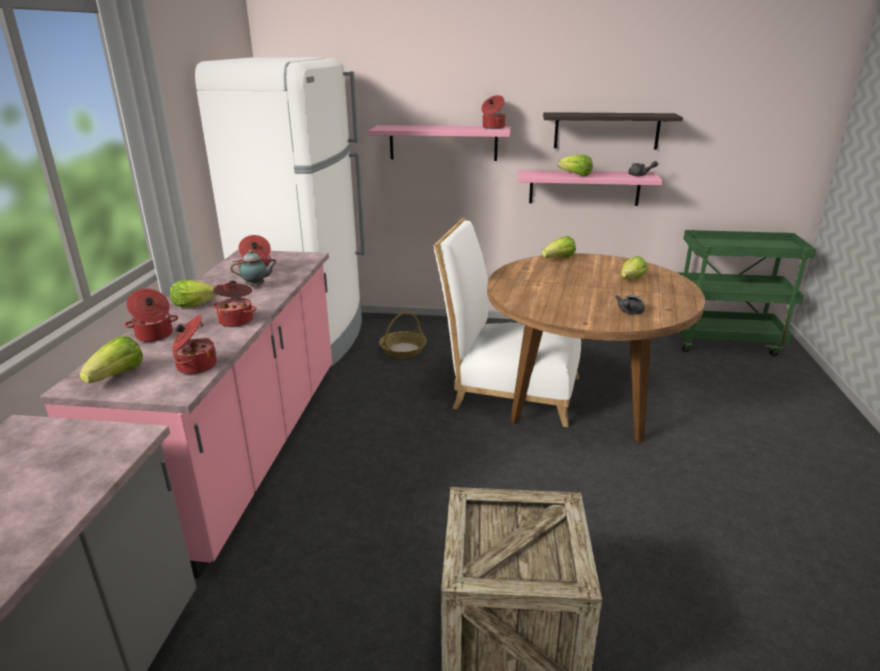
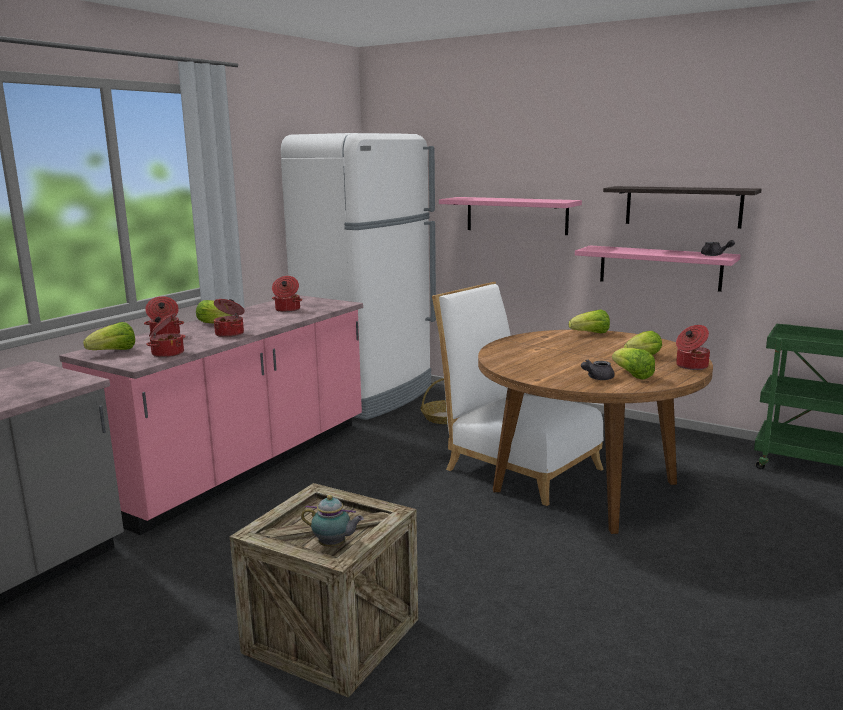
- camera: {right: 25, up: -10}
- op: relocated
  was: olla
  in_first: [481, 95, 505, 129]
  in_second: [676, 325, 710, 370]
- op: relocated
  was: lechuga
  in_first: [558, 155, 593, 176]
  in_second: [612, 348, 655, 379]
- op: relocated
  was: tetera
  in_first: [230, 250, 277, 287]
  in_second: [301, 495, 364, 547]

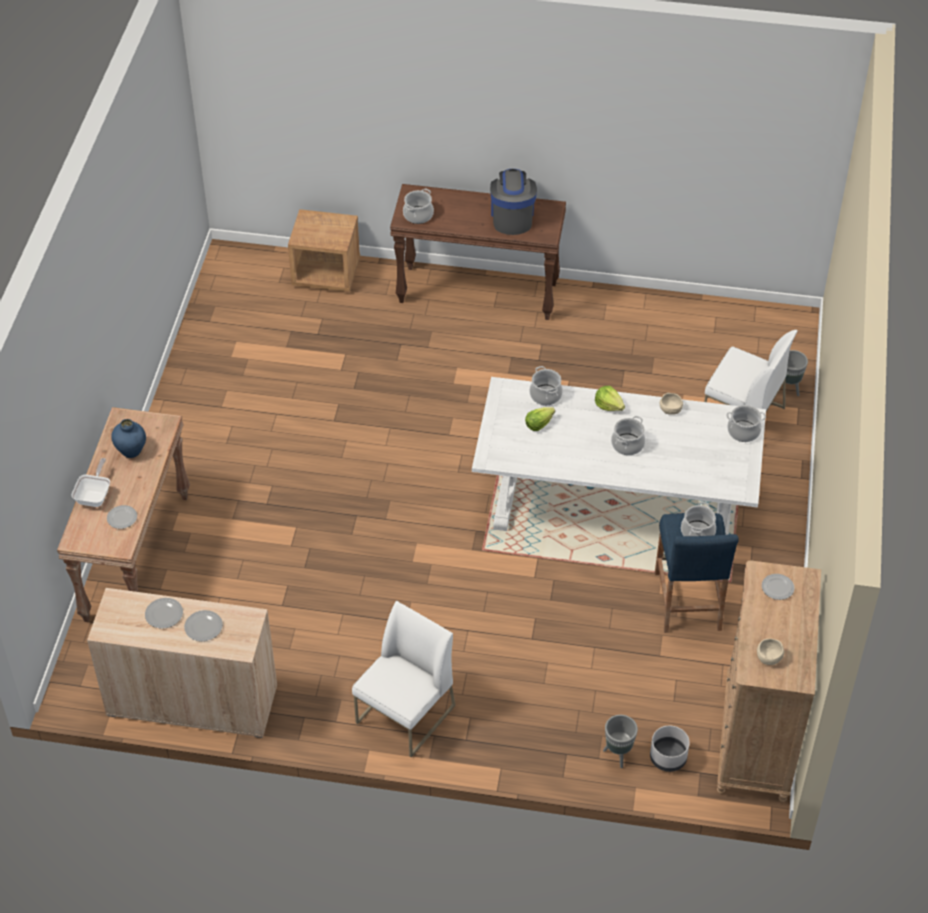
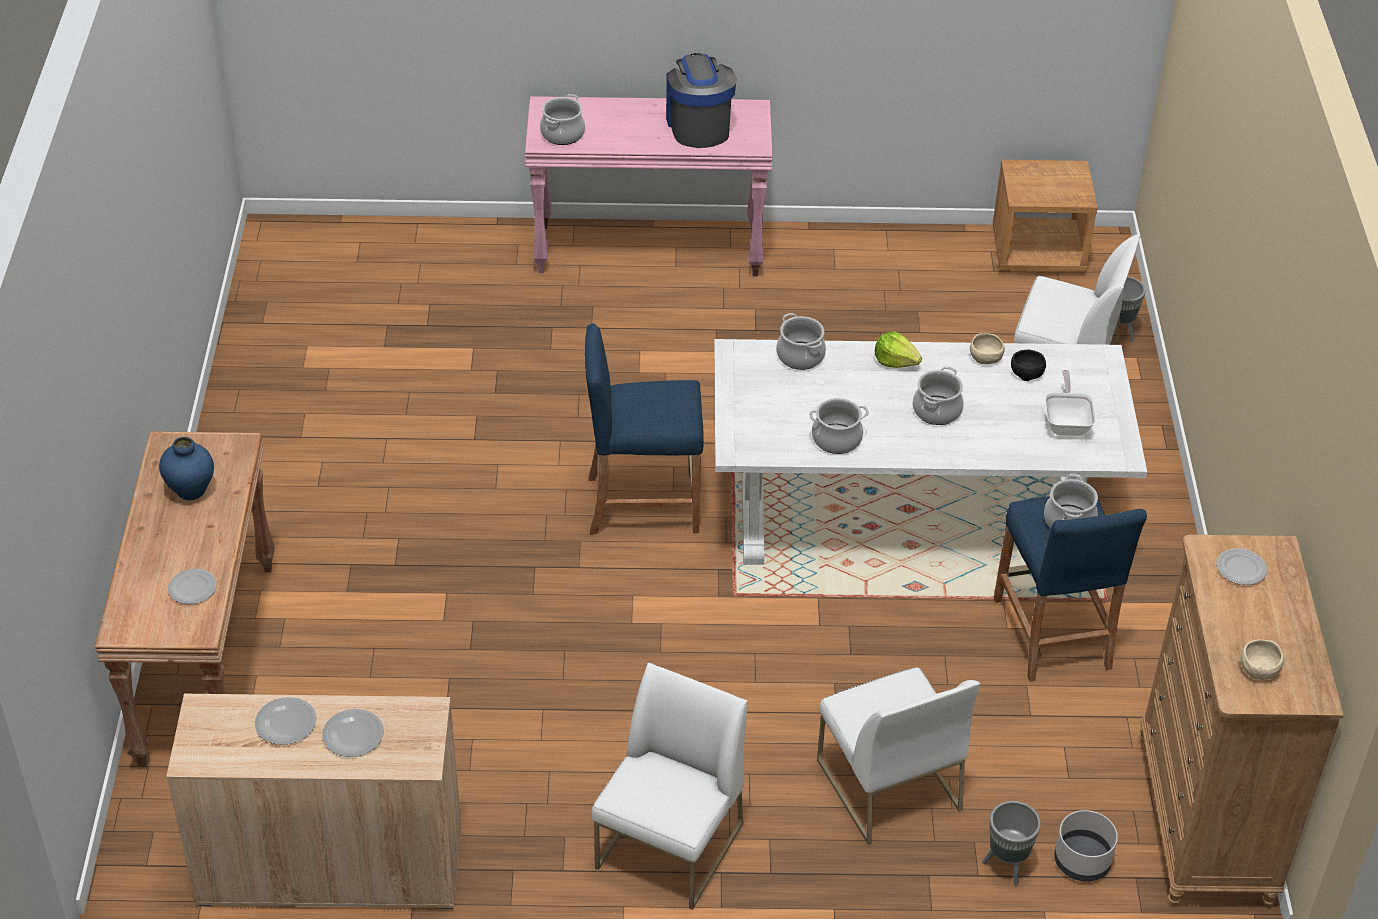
- camera: {right: -10, up: -5}
- op: colour
  was: mesa consola [marrón]
  now: mesa consola [rosa]
  in_first: [390, 184, 566, 320]
  in_second: [525, 96, 773, 276]
- op: relocated
  was: mesita de noche [marrón]
  in_first: [288, 209, 360, 292]
  in_second: [993, 160, 1098, 273]
- op: relocated
  was: olla
  in_first: [727, 405, 766, 442]
  in_second: [809, 398, 869, 454]
- op: missing
  was: lechuga
  in_first: [525, 407, 555, 431]
- op: relocated
  was: sartén
  in_first: [71, 458, 110, 507]
  in_second: [1045, 370, 1096, 436]
- op: appeared
  now: taburete [azul]
  in_second: [585, 323, 704, 534]
- op: appeared
  now: cuenco [negro]
  in_second: [1011, 350, 1046, 381]
- op: appeared
  now: silla [blanco]
  in_second: [817, 667, 980, 845]

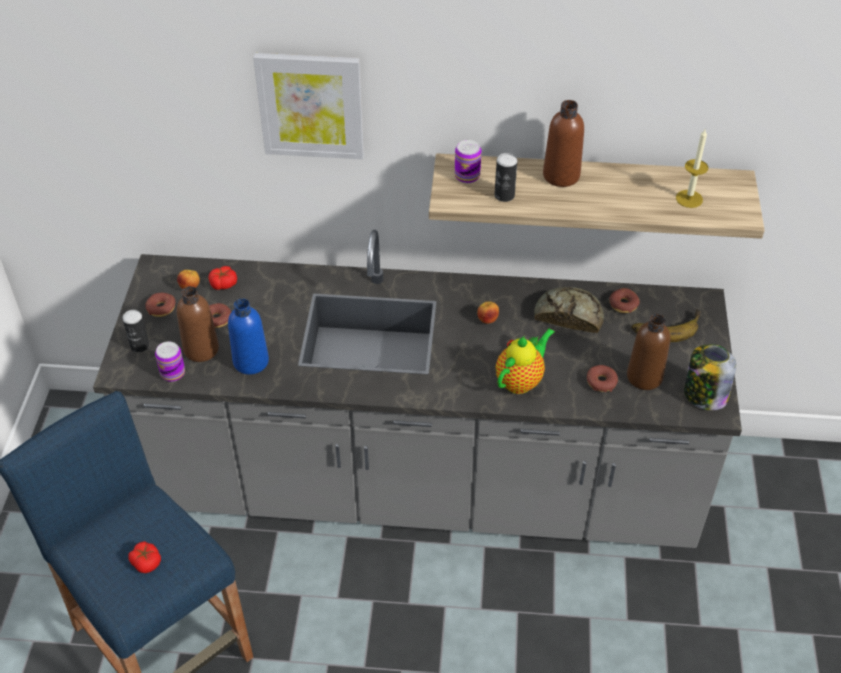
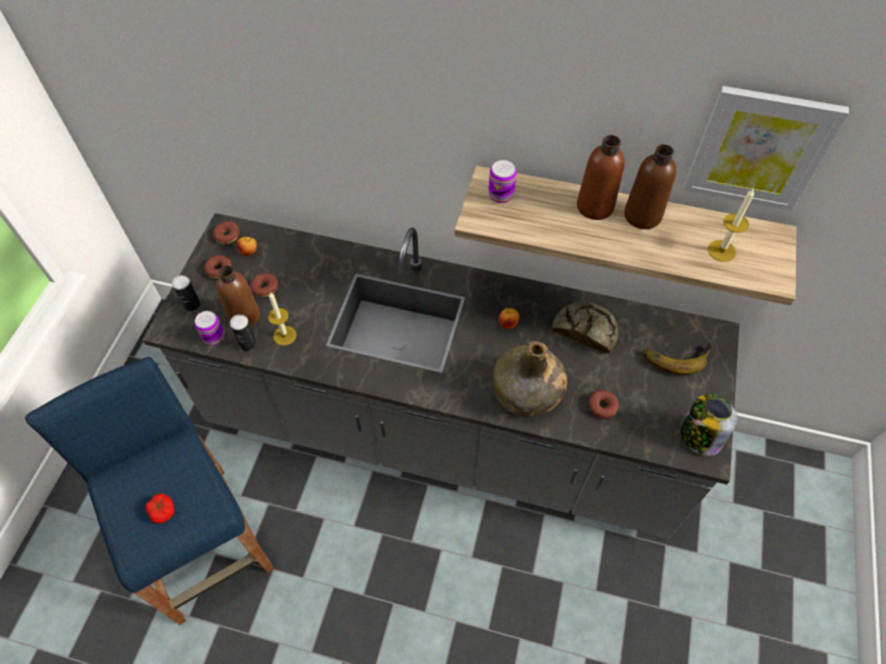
- camera: {right: 10, up: 10}
- op: relocated
  was: cuadro
  in_first: [253, 53, 364, 159]
  in_second: [683, 86, 849, 211]
- op: relocated
  was: lata
  in_first: [495, 153, 517, 202]
  in_second: [230, 314, 257, 351]
- op: missing
  was: tomate
  in_first: [209, 266, 237, 290]
- op: relocated
  was: rosquilla
  in_first: [609, 288, 640, 313]
  in_second: [213, 221, 239, 244]
- op: exchanged
  was: botella [azul]
  now: vela
  in_first: [228, 299, 269, 375]
  in_second: [268, 292, 297, 346]
- op: relocated
  was: botella [marrón]
  in_first: [627, 314, 670, 390]
  in_second: [624, 144, 676, 229]
- op: exchanged
  was: tetera
  now: botella [verde]
  in_first: [496, 328, 555, 394]
  in_second: [492, 341, 567, 417]

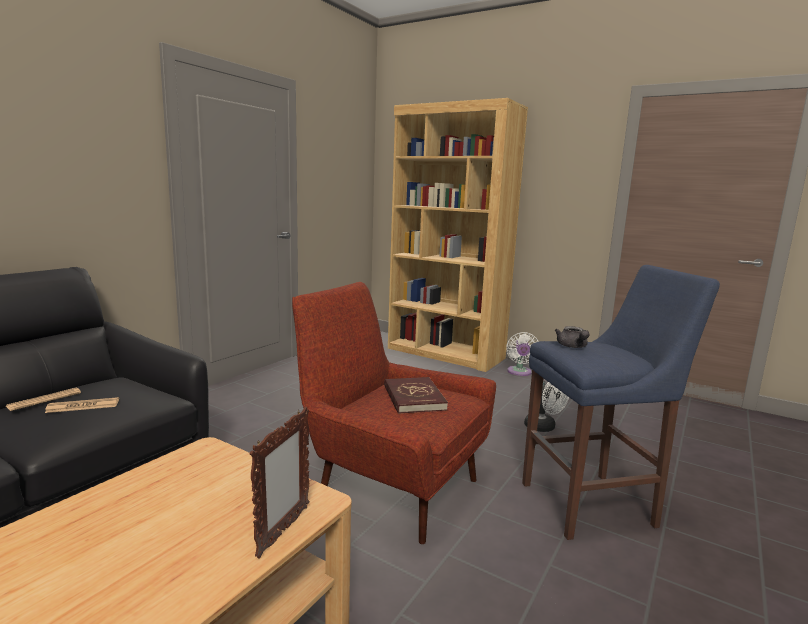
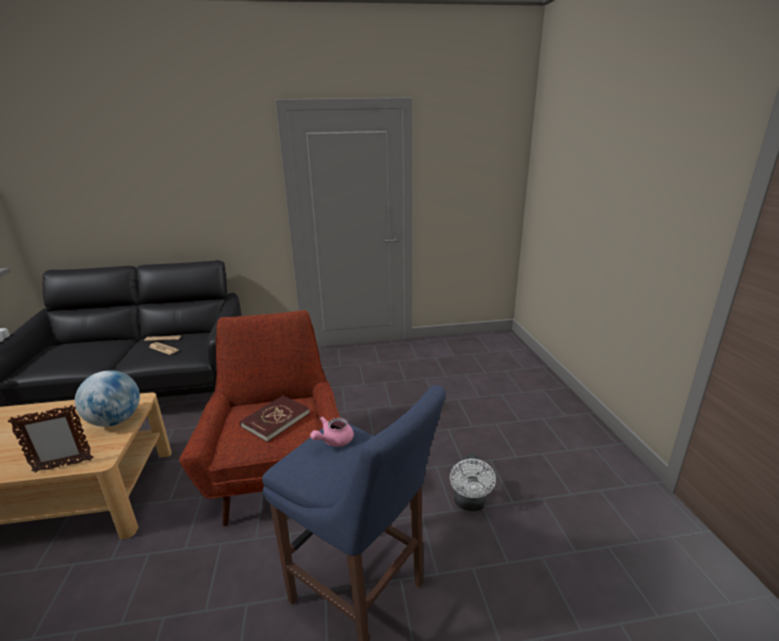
- camera: {right: 50, up: 10}
- op: missing
  was: estantería [marrón]
  in_first: [388, 98, 528, 372]
- op: colour
  was: tetera [gris]
  now: tetera [rosa]
  in_first: [555, 326, 589, 348]
  in_second: [310, 417, 354, 447]
- op: missing
  was: ventilador [blanco]
  in_first: [506, 332, 539, 376]
- op: appeared
  now: globo terráqueo
  in_second: [75, 371, 140, 427]

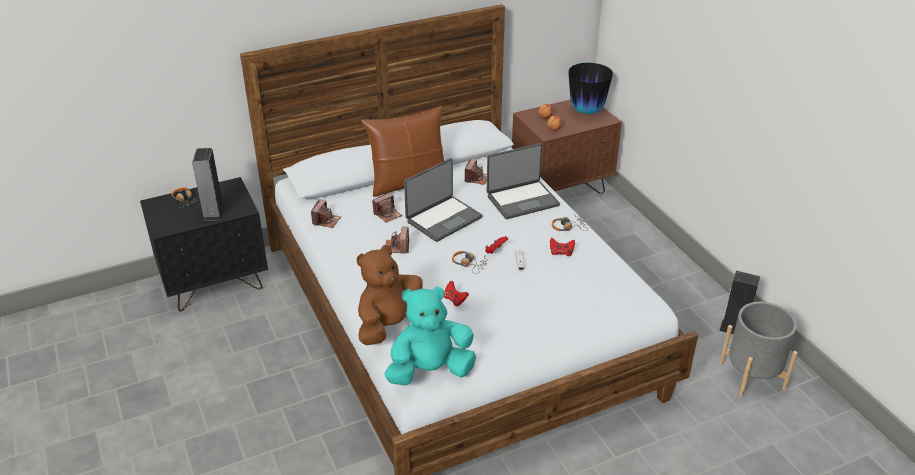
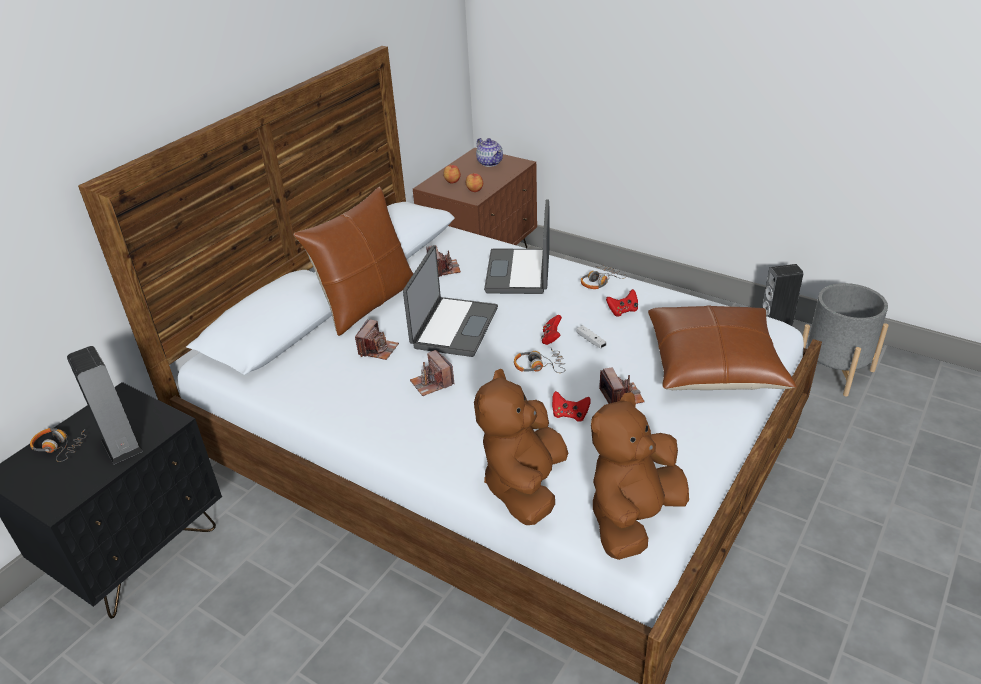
- camera: {right: -30, up: 0}
- op: exchanged
  was: florero
  now: tetera
  in_first: [568, 63, 613, 114]
  in_second: [476, 138, 503, 167]
- op: spun
  was: portátil
  in_first: [487, 143, 560, 219]
  in_second: [484, 199, 550, 294]
  clockwise: 150
- op: relocated
  was: cámara
  in_first: [311, 200, 341, 228]
  in_second: [599, 367, 645, 404]
- op: colour
  was: peluche [turquesa]
  now: peluche [marrón]
  in_first: [384, 286, 476, 385]
  in_second: [591, 392, 689, 560]
- op: appeared
  now: cojín [marrón]
  in_second: [648, 305, 796, 390]

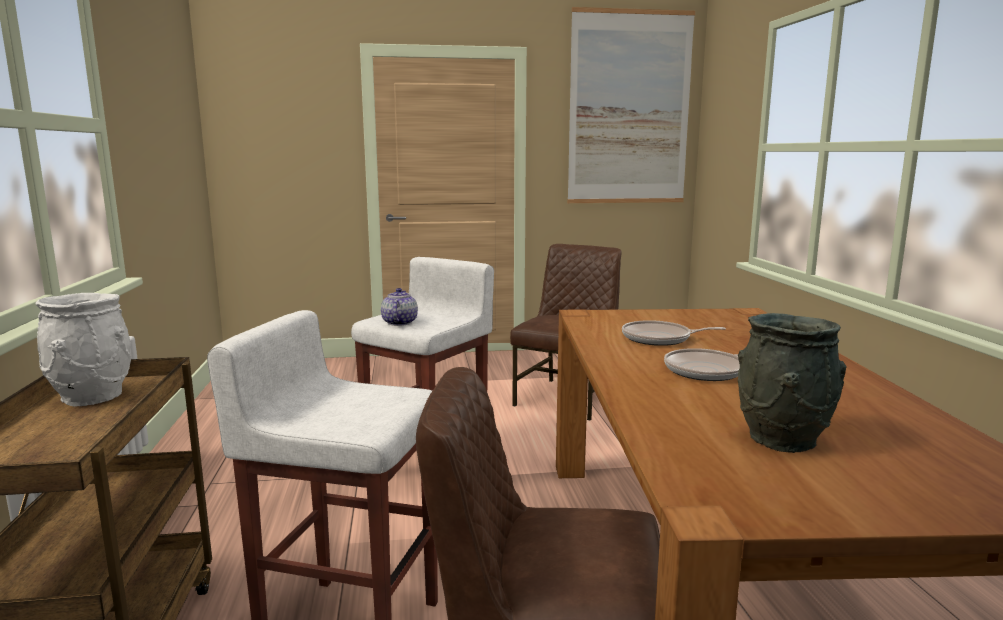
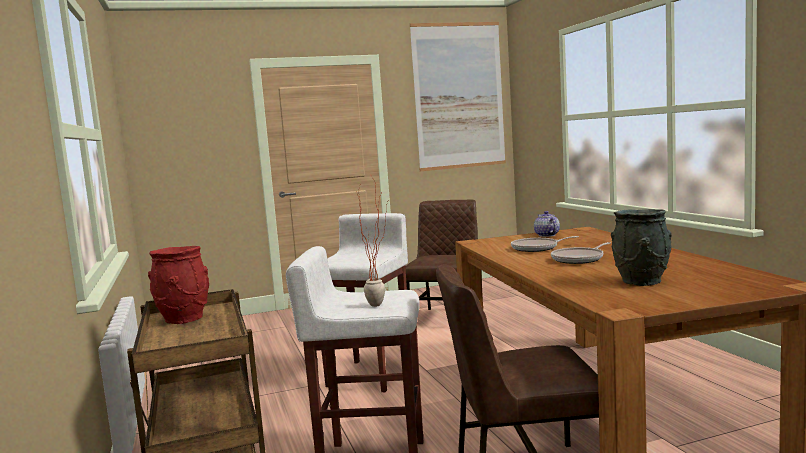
- camera: {right: -10, up: -5}
- op: relocated
  was: tetera
  in_first: [381, 288, 418, 326]
  in_second: [534, 211, 560, 237]
- op: colour
  was: florero [blanco]
  now: florero [rojo]
  in_first: [35, 293, 132, 406]
  in_second: [148, 246, 209, 324]
- op: appeared
  now: planta en maceta
  in_second: [356, 173, 389, 307]

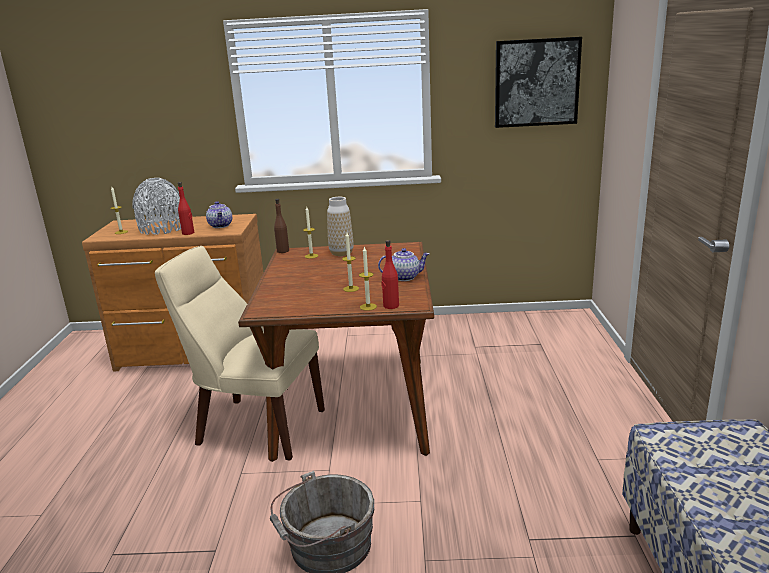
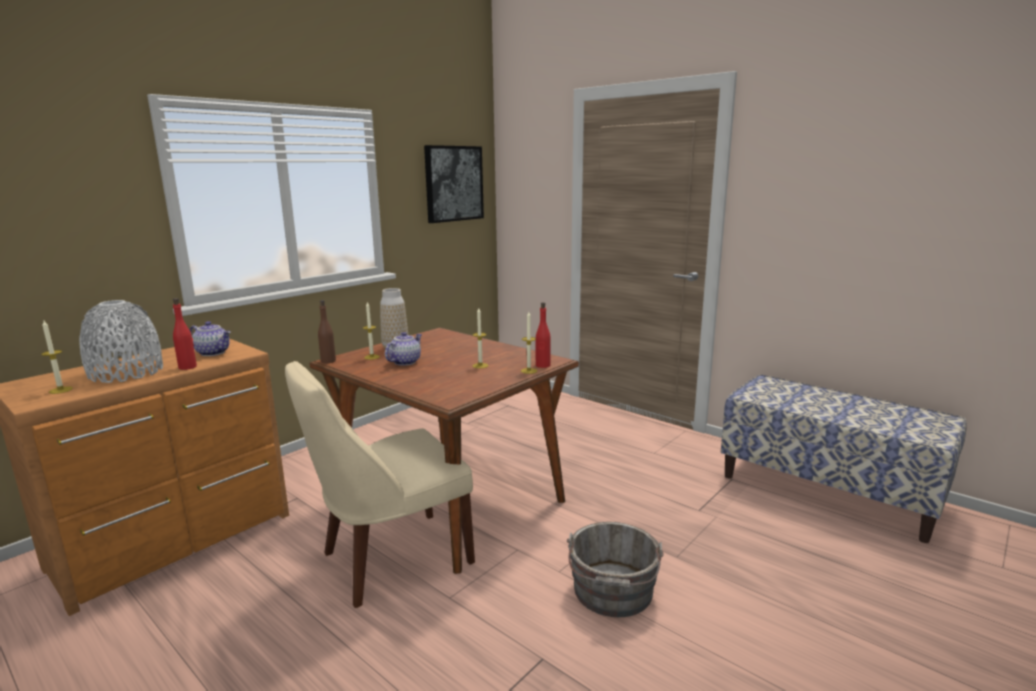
- camera: {right: -50, up: -5}
- op: relocated
  was: tetera
  in_first: [378, 248, 429, 281]
  in_second: [385, 332, 422, 366]

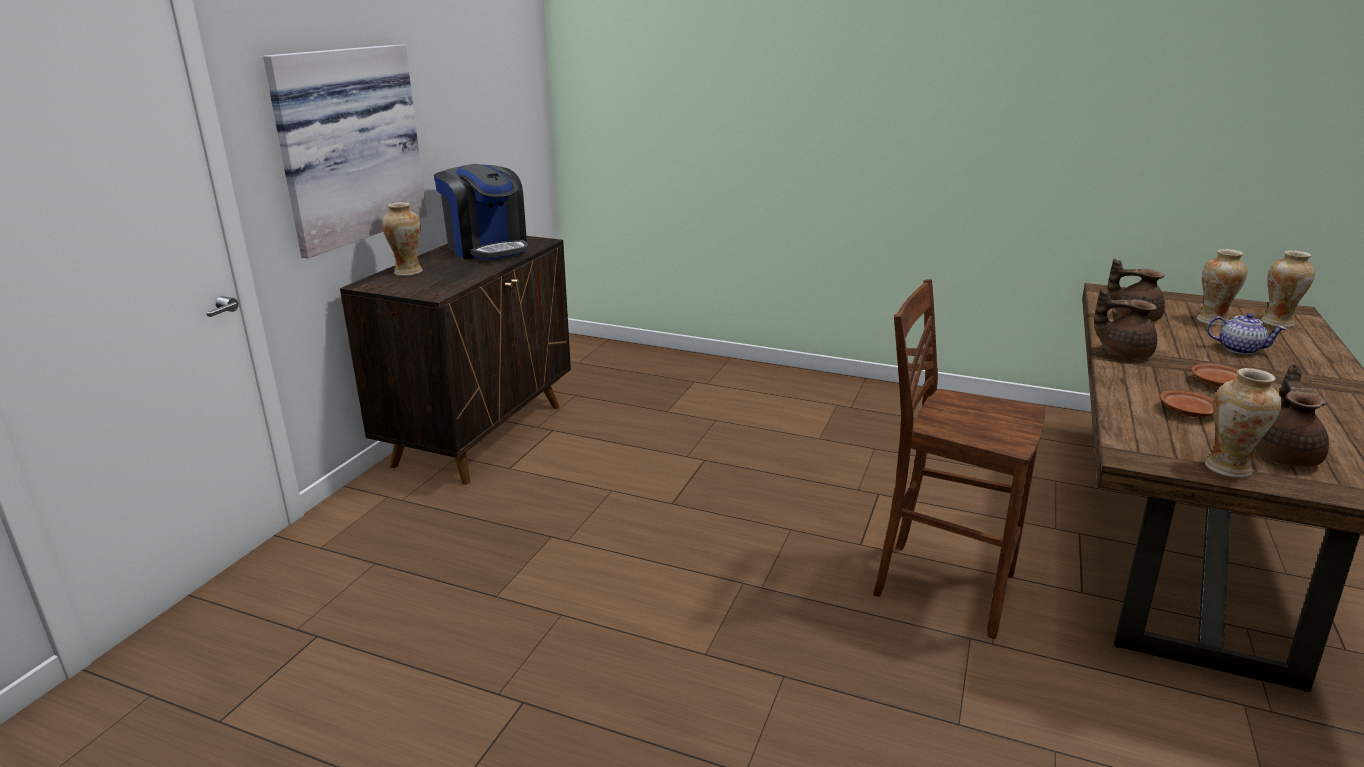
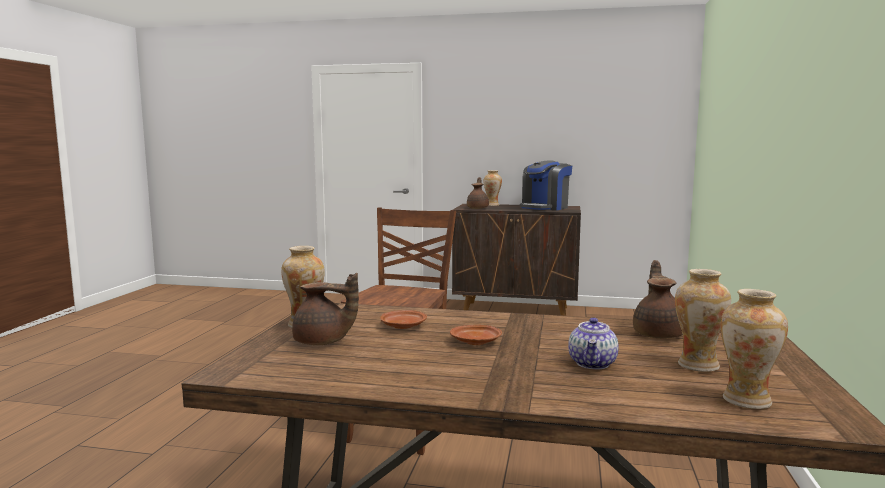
- camera: {right: 80, up: -15}
- op: missing
  was: cuadro
  in_first: [263, 44, 427, 258]
- op: relocated
  was: tetera [marrón]
  in_first: [1094, 288, 1157, 359]
  in_second: [467, 177, 489, 209]

